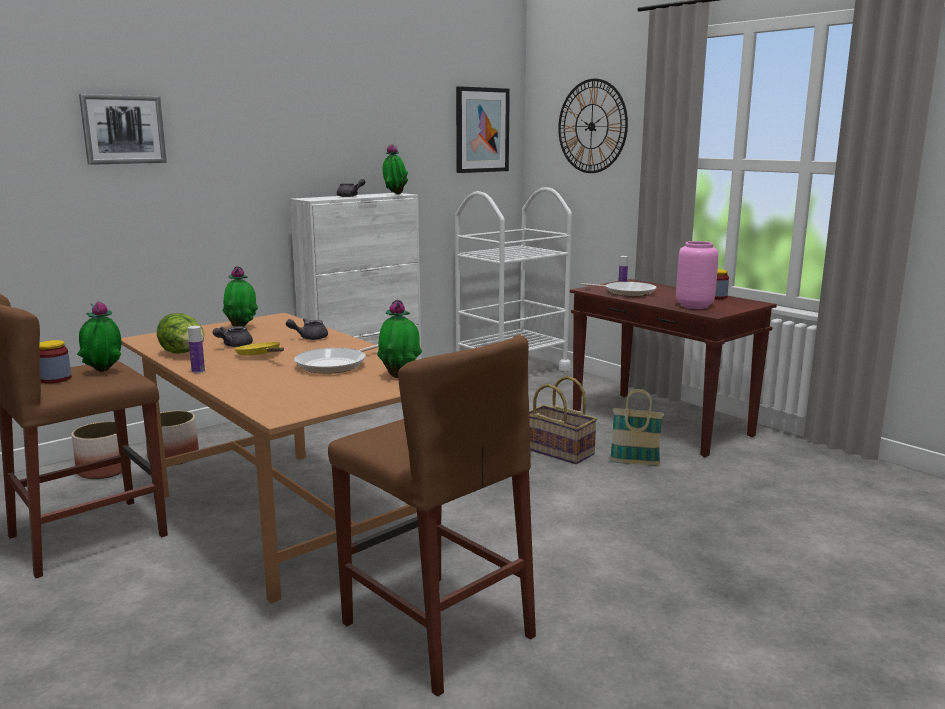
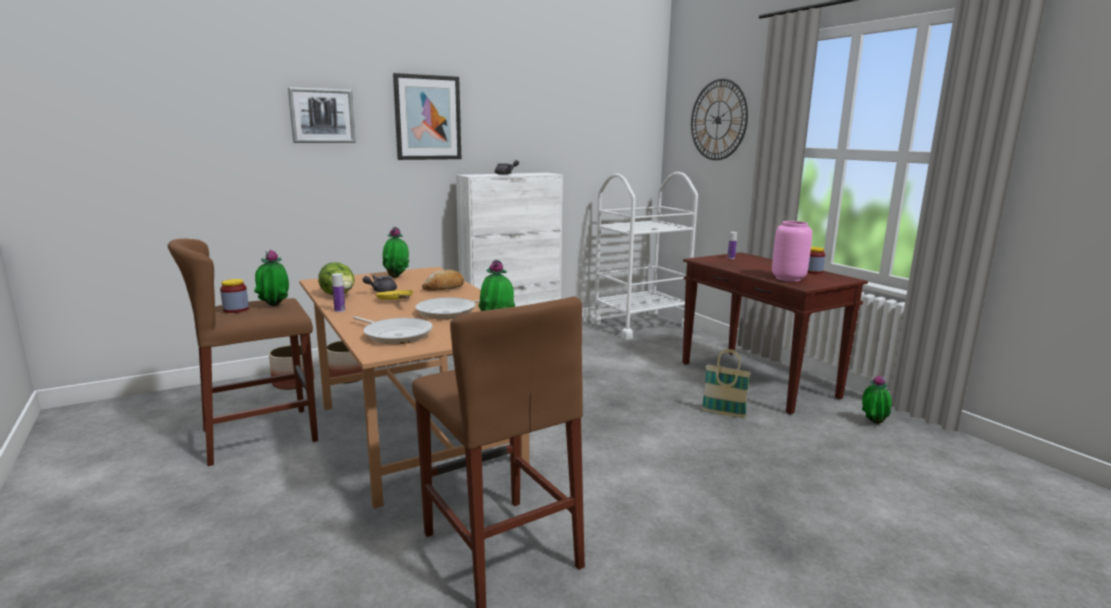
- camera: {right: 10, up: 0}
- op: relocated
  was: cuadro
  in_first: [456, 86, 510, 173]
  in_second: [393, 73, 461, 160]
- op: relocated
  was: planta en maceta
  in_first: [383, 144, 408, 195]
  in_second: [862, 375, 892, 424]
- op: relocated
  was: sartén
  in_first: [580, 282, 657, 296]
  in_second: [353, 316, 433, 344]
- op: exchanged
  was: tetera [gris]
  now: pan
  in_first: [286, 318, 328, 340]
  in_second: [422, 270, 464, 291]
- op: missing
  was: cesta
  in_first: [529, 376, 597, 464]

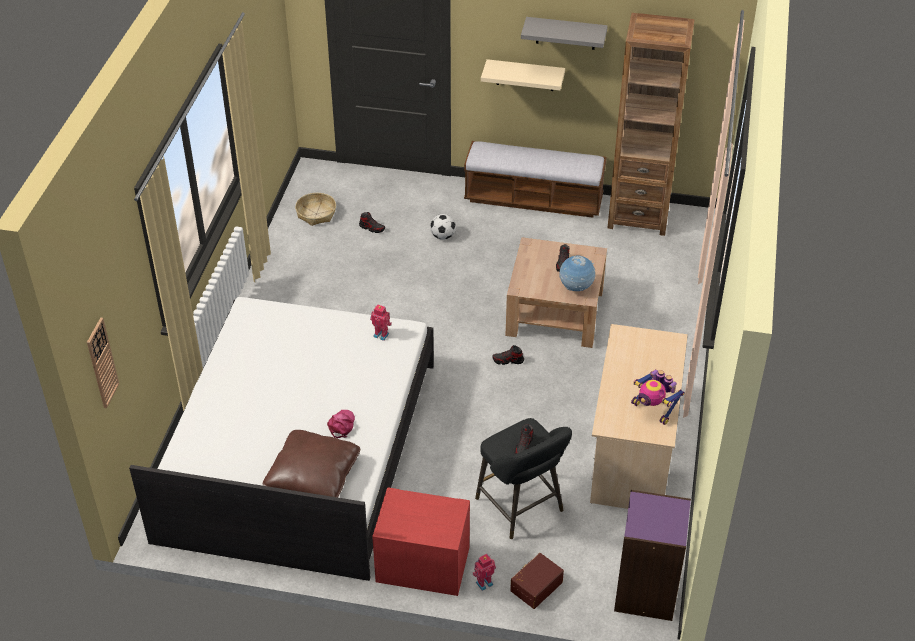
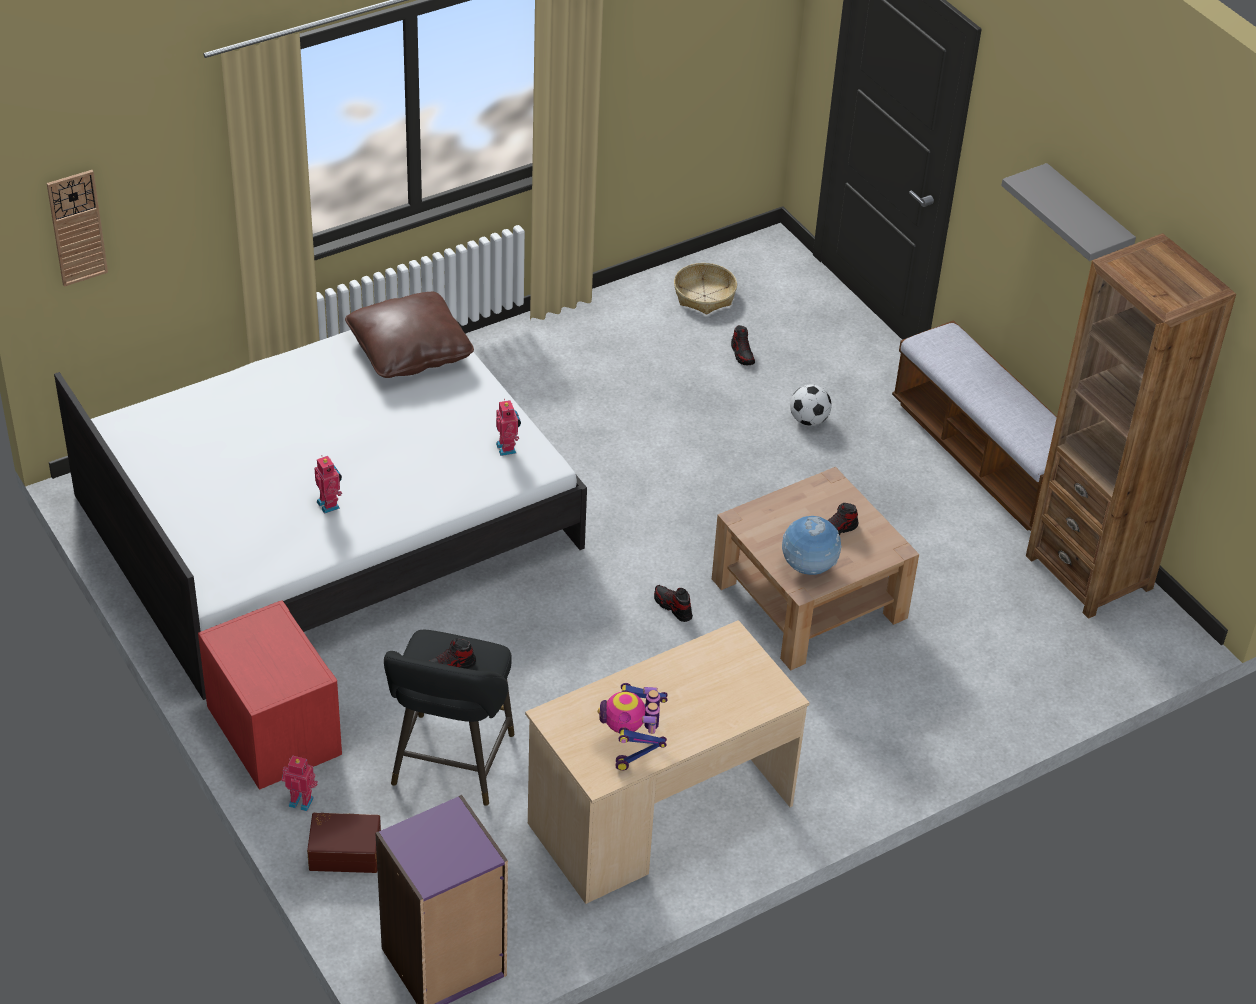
- camera: {right: 45, up: 0}
- op: missing
  was: estante [beis]
  in_first: [481, 59, 565, 91]
- op: exchanged
  was: gorra [rosa]
  now: robot de juguete
  in_first: [327, 410, 355, 438]
  in_second: [314, 455, 342, 514]
- op: relocated
  was: cojín [marrón]
  in_first: [263, 430, 360, 498]
  in_second: [345, 292, 474, 378]

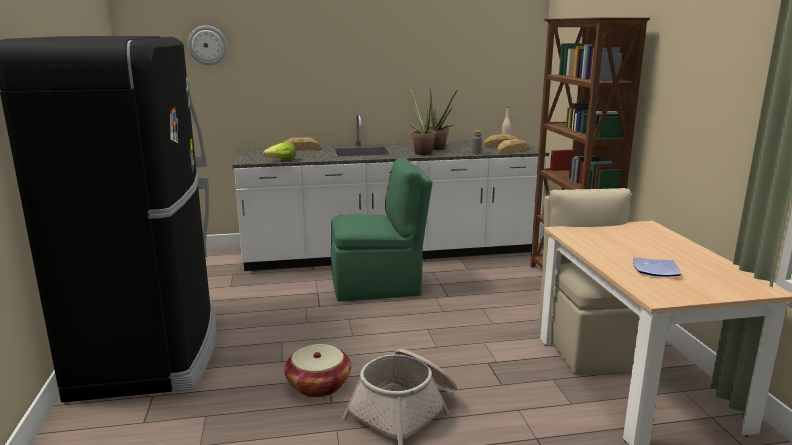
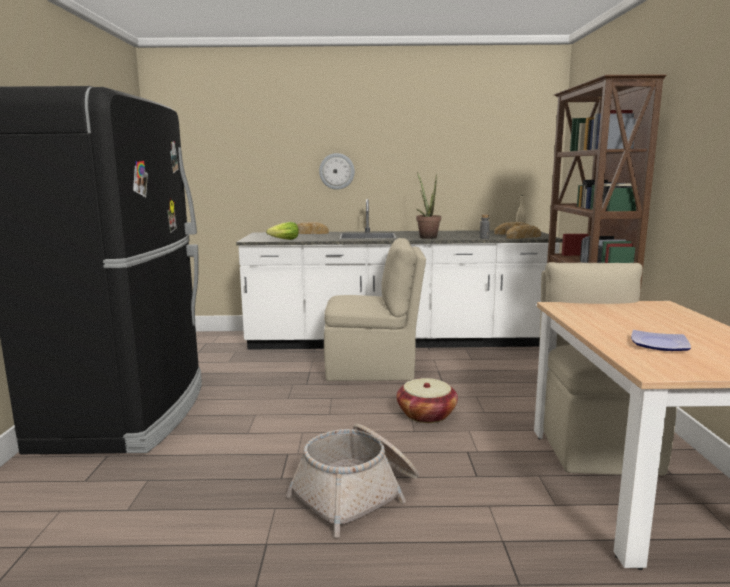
- camera: {right: 10, up: -5}
- op: relocated
  was: reloj de pared
  in_first: [188, 25, 228, 65]
  in_second: [319, 153, 355, 190]
- op: missing
  was: planta en maceta
  in_first: [428, 89, 458, 150]
- op: colour
  was: silla [verde]
  now: silla [beis]
  in_first: [331, 158, 433, 302]
  in_second: [324, 238, 426, 381]
- op: relocated
  was: cesta
  in_first: [284, 344, 351, 397]
  in_second: [397, 378, 458, 423]

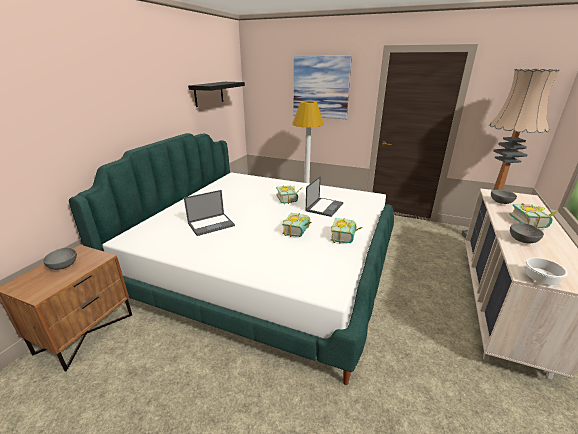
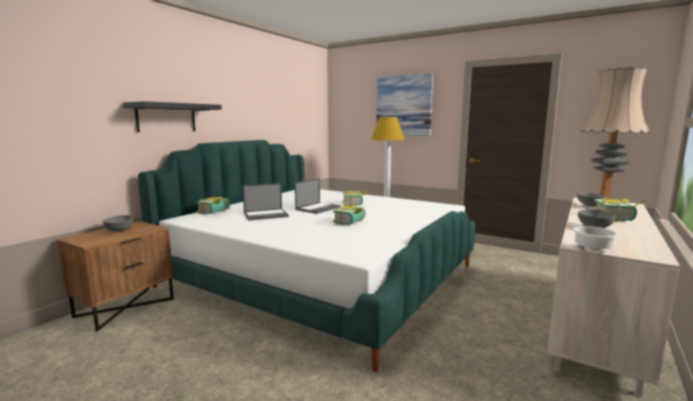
- camera: {right: 10, up: -15}
- op: relocated
  was: estante [negro]
  in_first: [188, 82, 245, 107]
  in_second: [123, 101, 222, 132]
- op: relocated
  was: portátil
  in_first: [306, 176, 343, 217]
  in_second: [295, 178, 341, 214]
- op: relocated
  was: libro
  in_first: [331, 218, 363, 244]
  in_second: [196, 197, 230, 214]

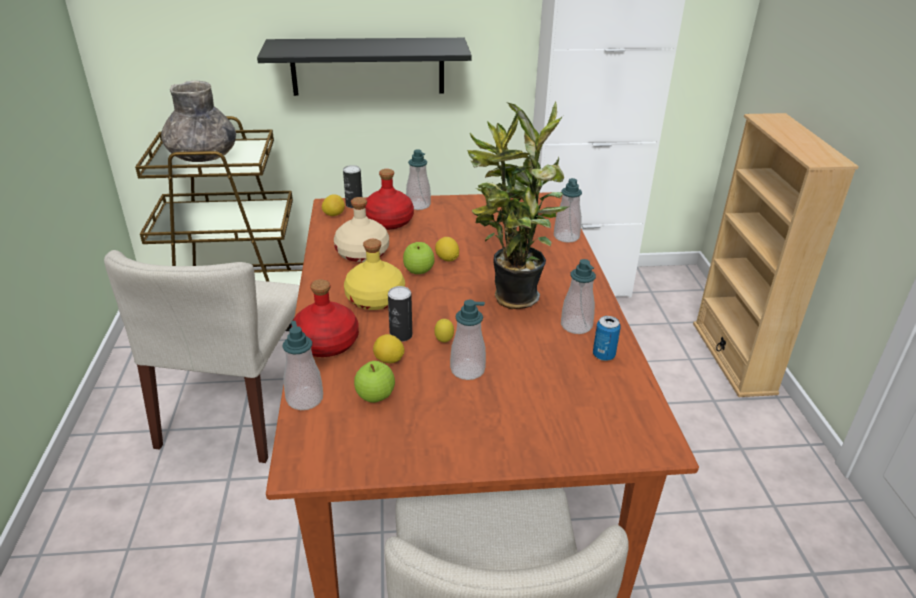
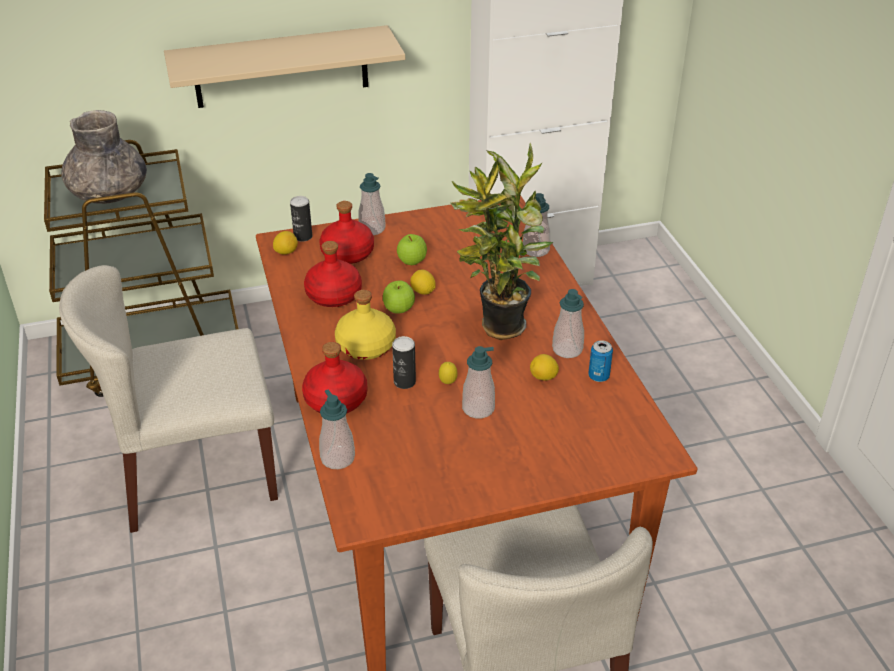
- camera: {right: -10, up: 5}
- op: colour
  was: estante [negro]
  now: estante [beis]
  in_first: [257, 38, 472, 96]
  in_second: [164, 25, 405, 108]
- op: missing
  was: estantería [beis]
  in_first: [693, 113, 859, 397]
- op: colour
  was: botella [beis]
  now: botella [rojo]
  in_first: [334, 197, 389, 262]
  in_second: [304, 241, 362, 307]
- op: spun
  was: silla [beis]
  in_first: [104, 250, 300, 463]
  in_second: [59, 265, 278, 533]
  clockwise: 75
- op: relocated
  was: limón
  in_first: [373, 334, 405, 363]
  in_second: [530, 354, 559, 380]
- op: relocated
  was: manzana
  in_first: [354, 361, 395, 403]
  in_second: [397, 234, 427, 265]

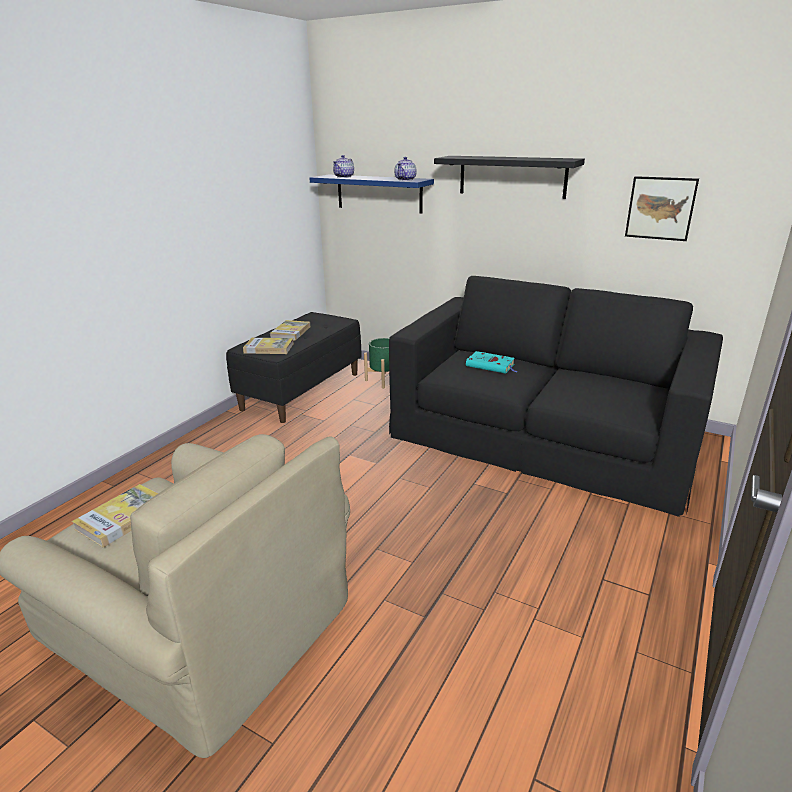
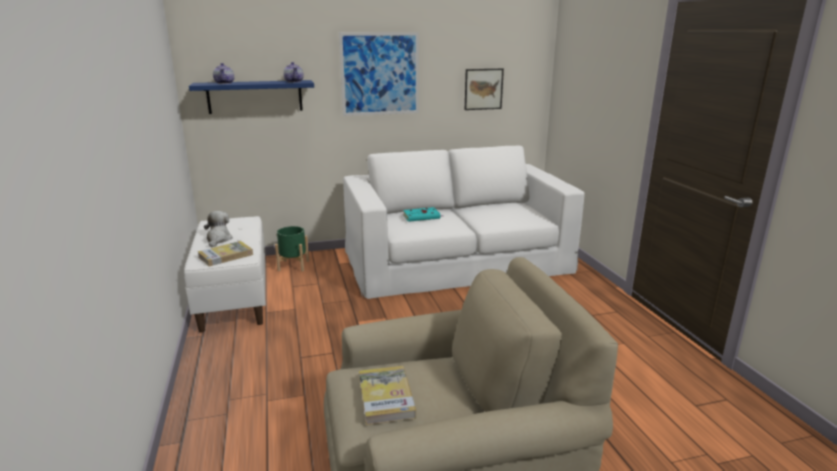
- camera: {right: -45, up: -5}
- op: exchanged
  was: estante [negro]
  now: cuadro
  in_first: [434, 156, 585, 199]
  in_second: [339, 32, 419, 116]
- op: colour
  was: sofá [negro]
  now: sofá [blanco]
  in_first: [389, 276, 723, 517]
  in_second: [343, 146, 585, 299]
- op: colour
  was: banco [negro]
  now: banco [blanco]
  in_first: [226, 312, 362, 423]
  in_second: [184, 216, 266, 332]
- op: exchanged
  was: libro
  now: peluche
  in_first: [270, 320, 310, 341]
  in_second: [204, 211, 233, 247]

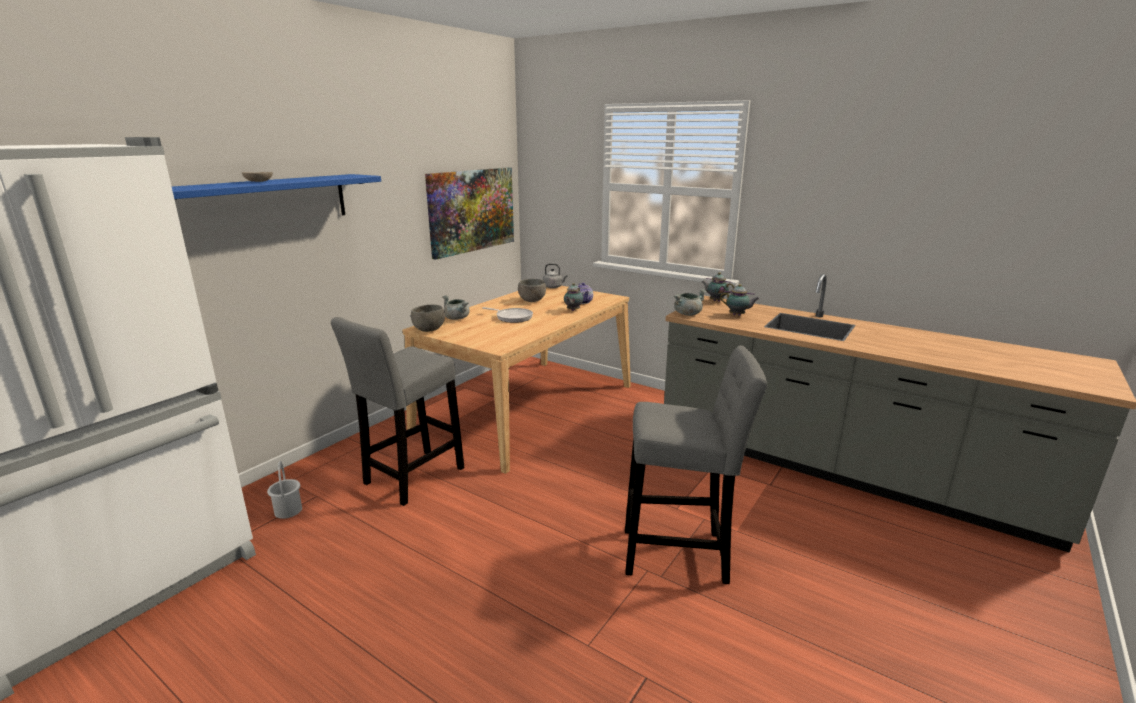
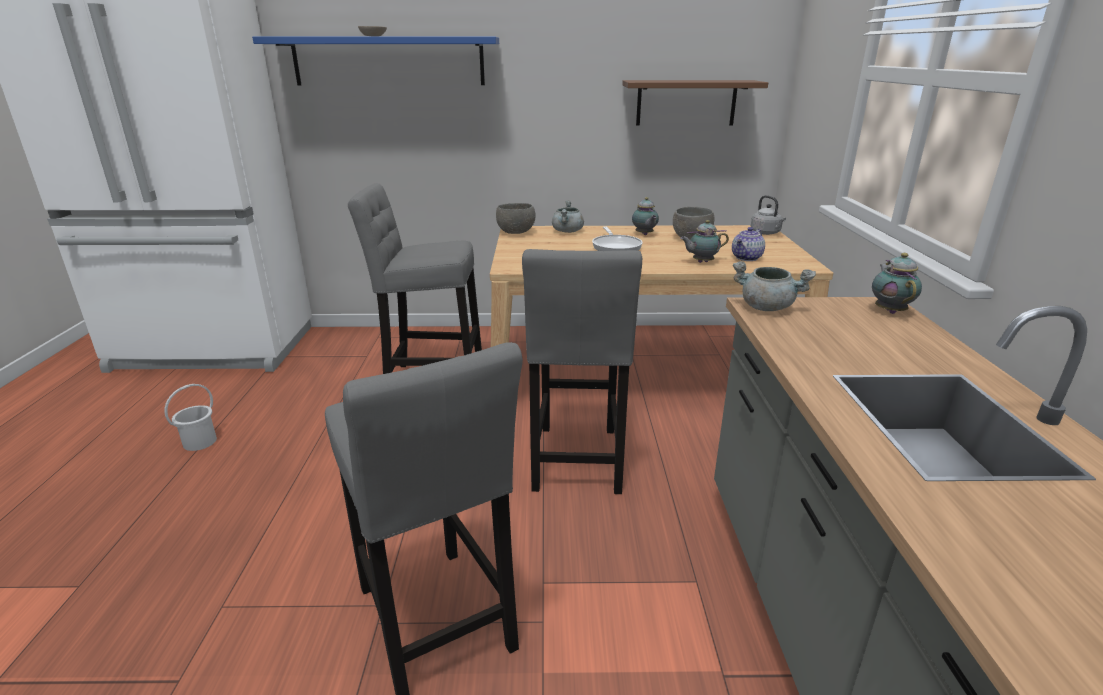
- camera: {right: 55, up: 5}
- op: exchanged
  was: cuadro
  now: estante [marrón]
  in_first: [425, 167, 514, 260]
  in_second: [622, 80, 768, 125]
- op: relocated
  was: tetera
  in_first: [720, 284, 759, 316]
  in_second: [632, 197, 659, 235]
- op: relocated
  was: cubo [blanco]
  in_first: [267, 461, 302, 519]
  in_second: [164, 384, 217, 451]
- op: appeared
  now: taburete [gris]
  in_second: [522, 249, 642, 494]

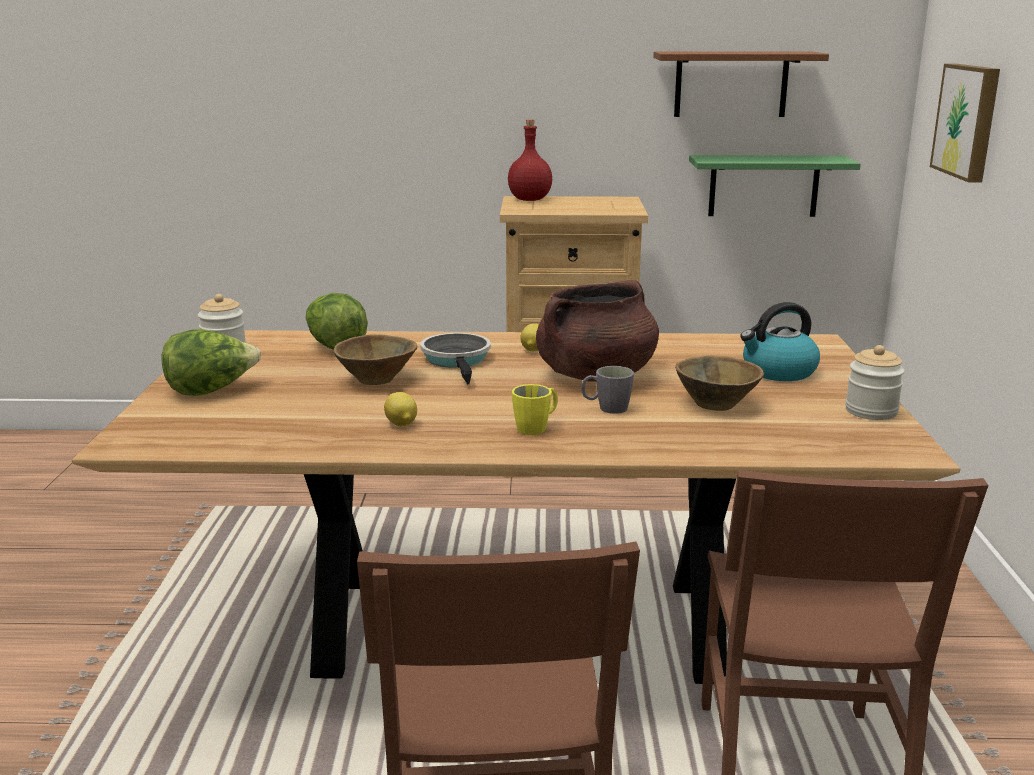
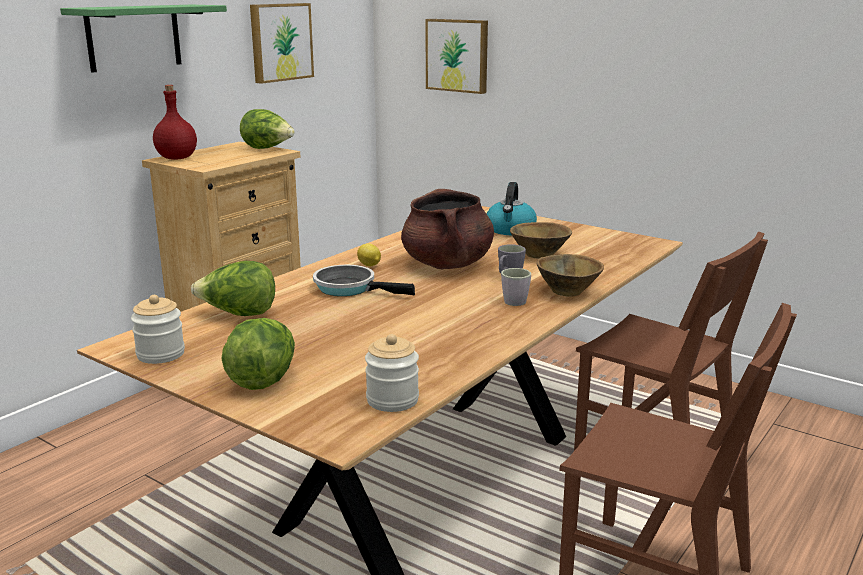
- camera: {right: -55, up: 0}
- op: exchanged
  was: estante [marrón]
  now: cuadro
  in_first: [653, 51, 829, 117]
  in_second: [250, 3, 314, 84]
- op: relocated
  was: estante [verde]
  in_first: [689, 155, 861, 217]
  in_second: [60, 5, 227, 73]
- op: relocated
  was: cuenco [marrón]
  in_first: [334, 334, 417, 385]
  in_second: [537, 254, 604, 297]
- op: relocated
  was: tarro
  in_first: [845, 345, 905, 420]
  in_second: [365, 334, 419, 412]
- op: colour
  was: taza grande [amarillo]
  now: taza grande [gris]
  in_first: [512, 384, 558, 435]
  in_second: [501, 268, 531, 306]
- op: missing
  was: limón
  in_first: [384, 392, 417, 426]
- op: appeared
  now: lechuga
  in_second: [240, 109, 295, 149]

